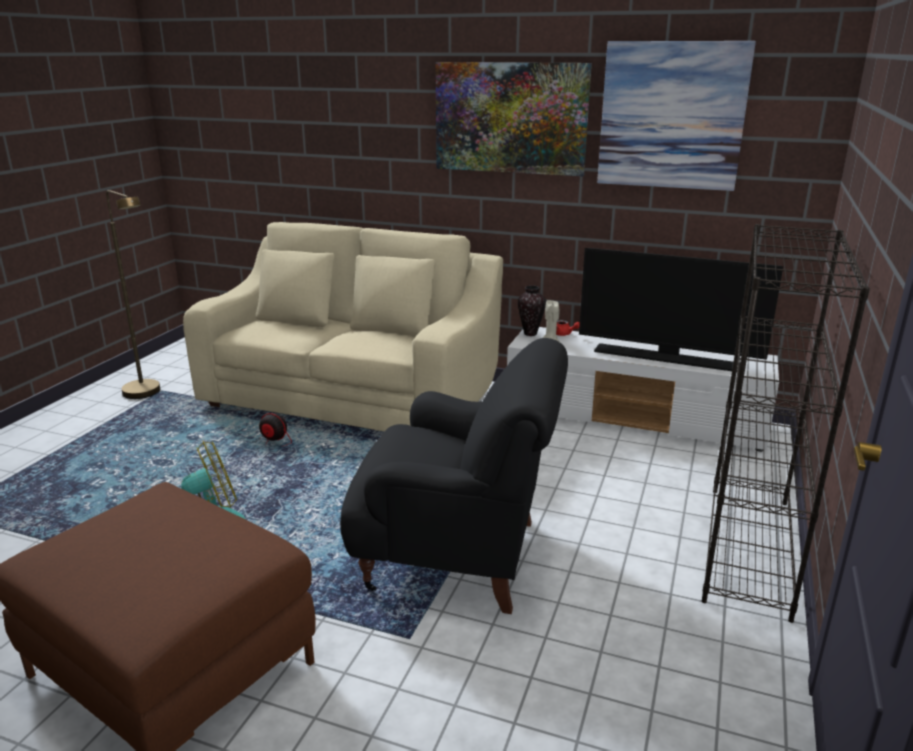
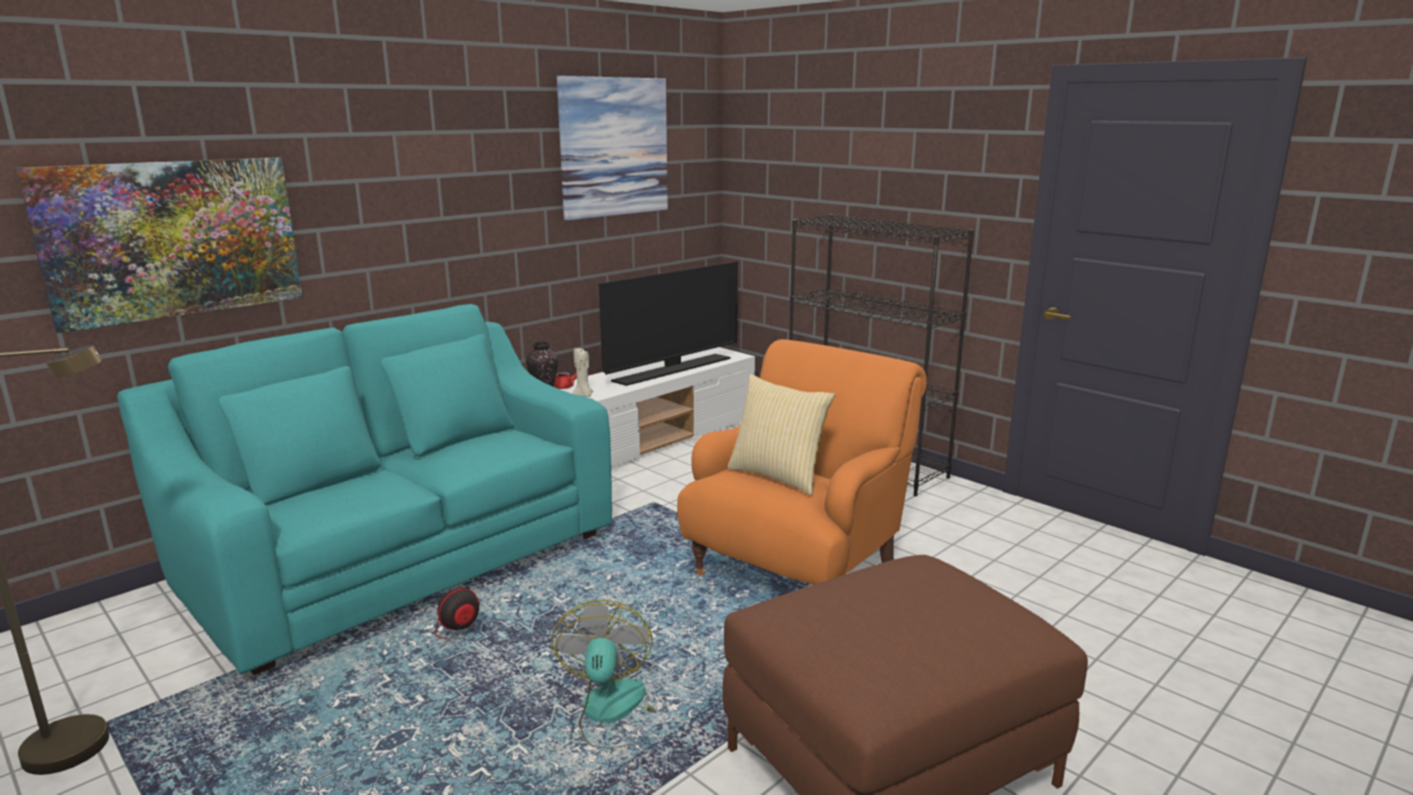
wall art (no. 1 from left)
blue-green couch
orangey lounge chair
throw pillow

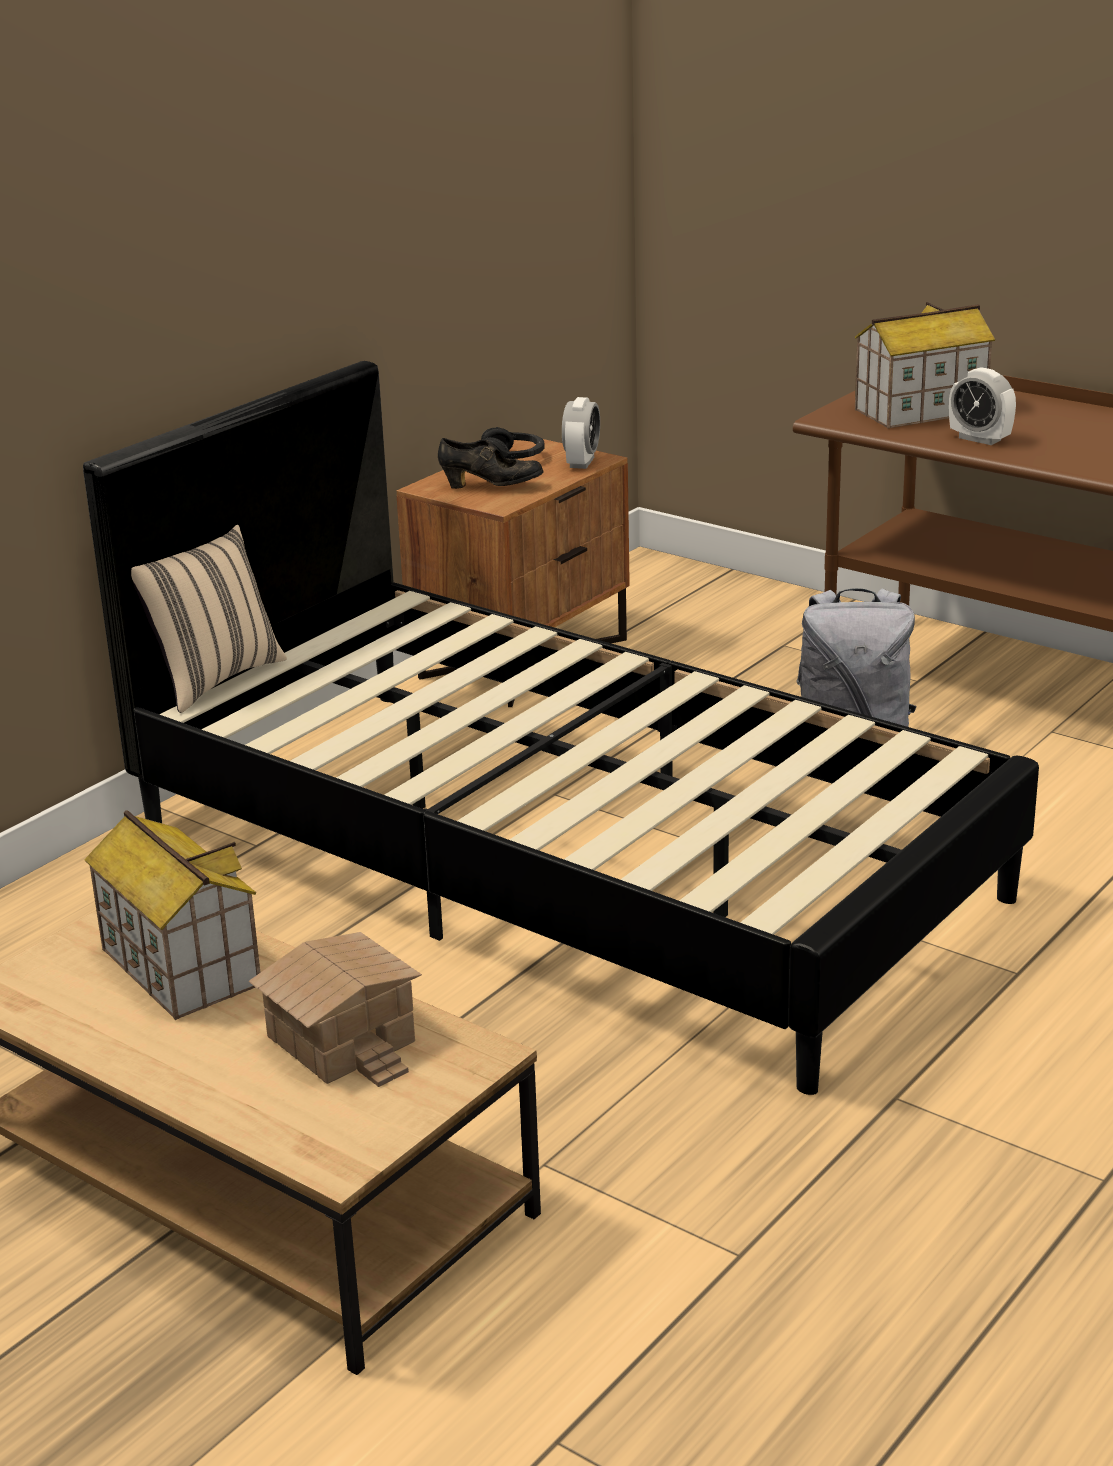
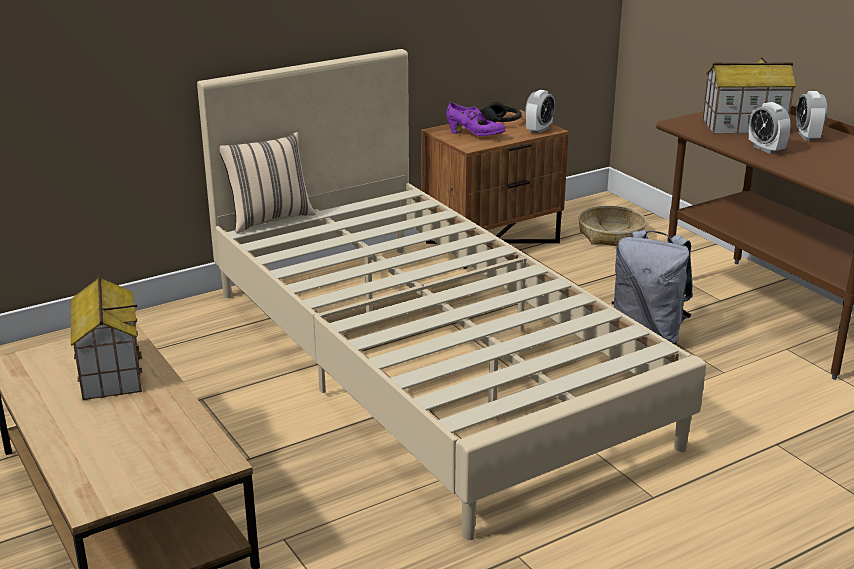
beige-coloured bedroom bed
purple item of footwear
miniature house (no. 2 from left in the first image)
table clock (no. 3 from left)
storage basket

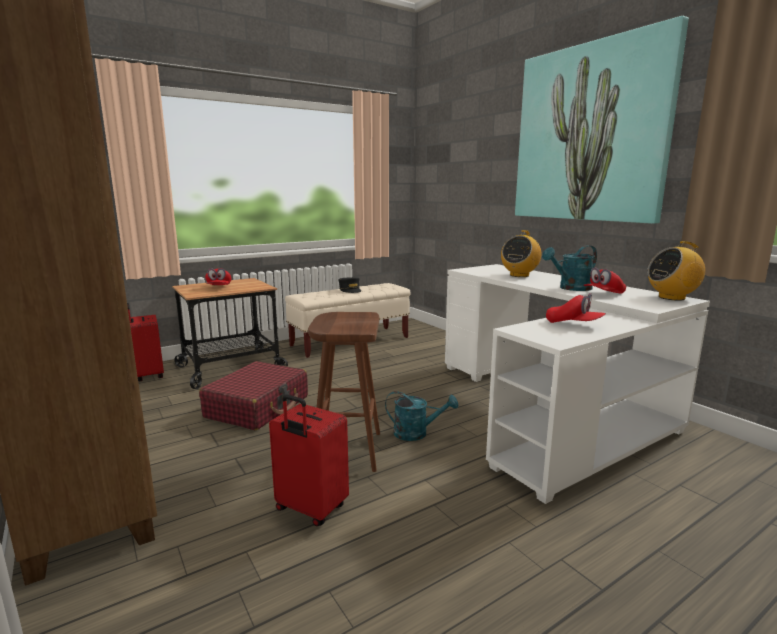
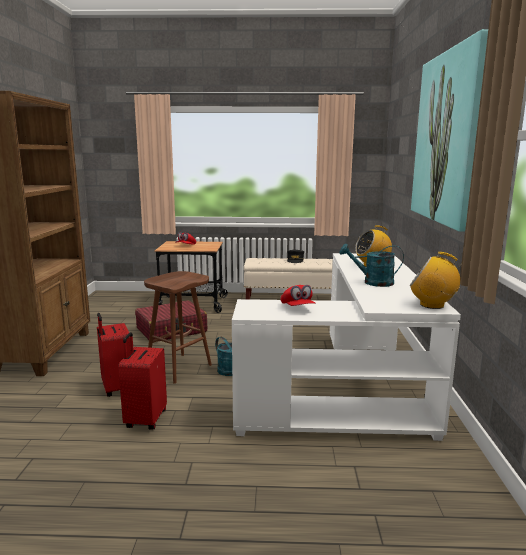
red baseball cap (no. 3 from left in the first image)
red piece of luggage (no. 2 from left)

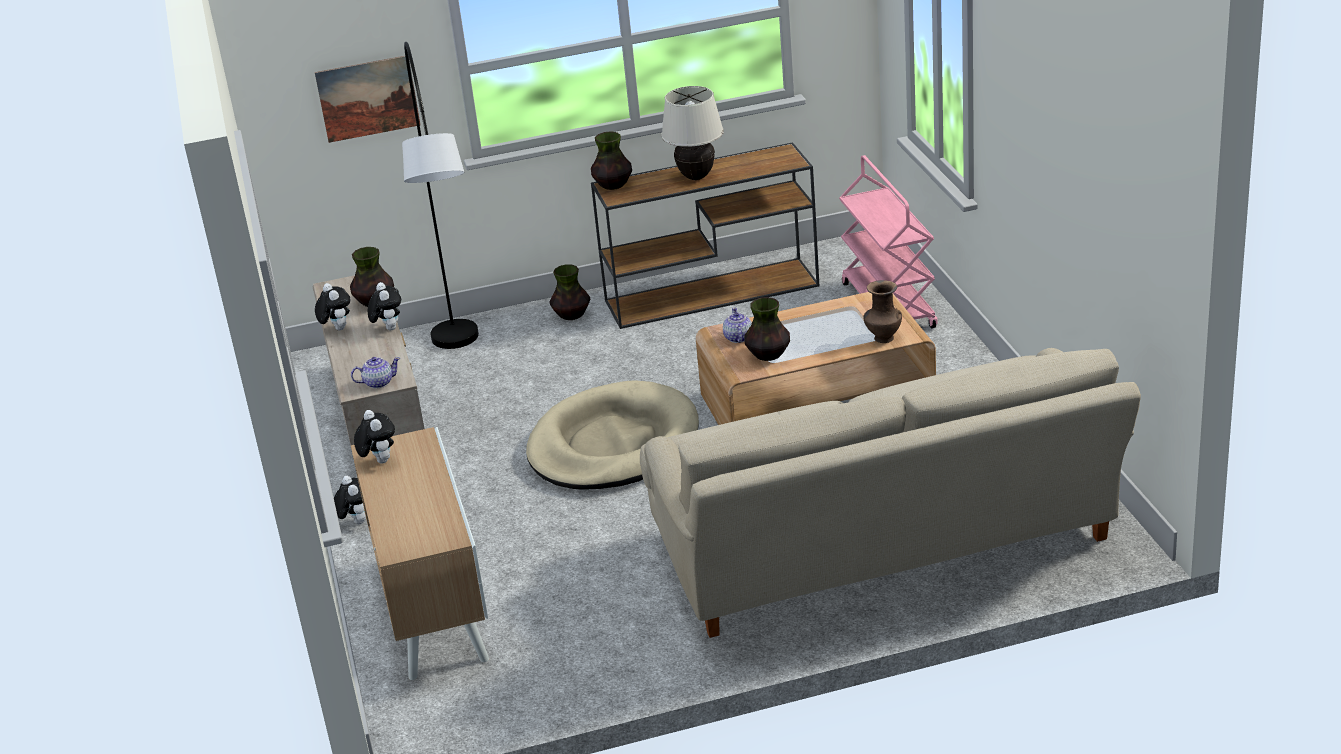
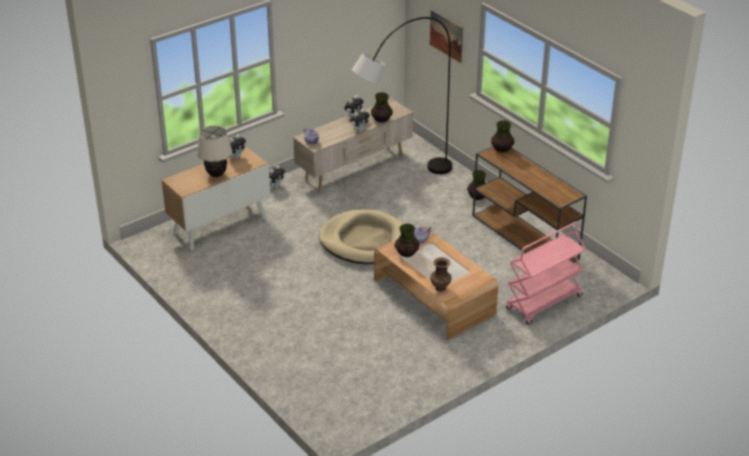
beige-coloured table lamp
beige-coloured couch

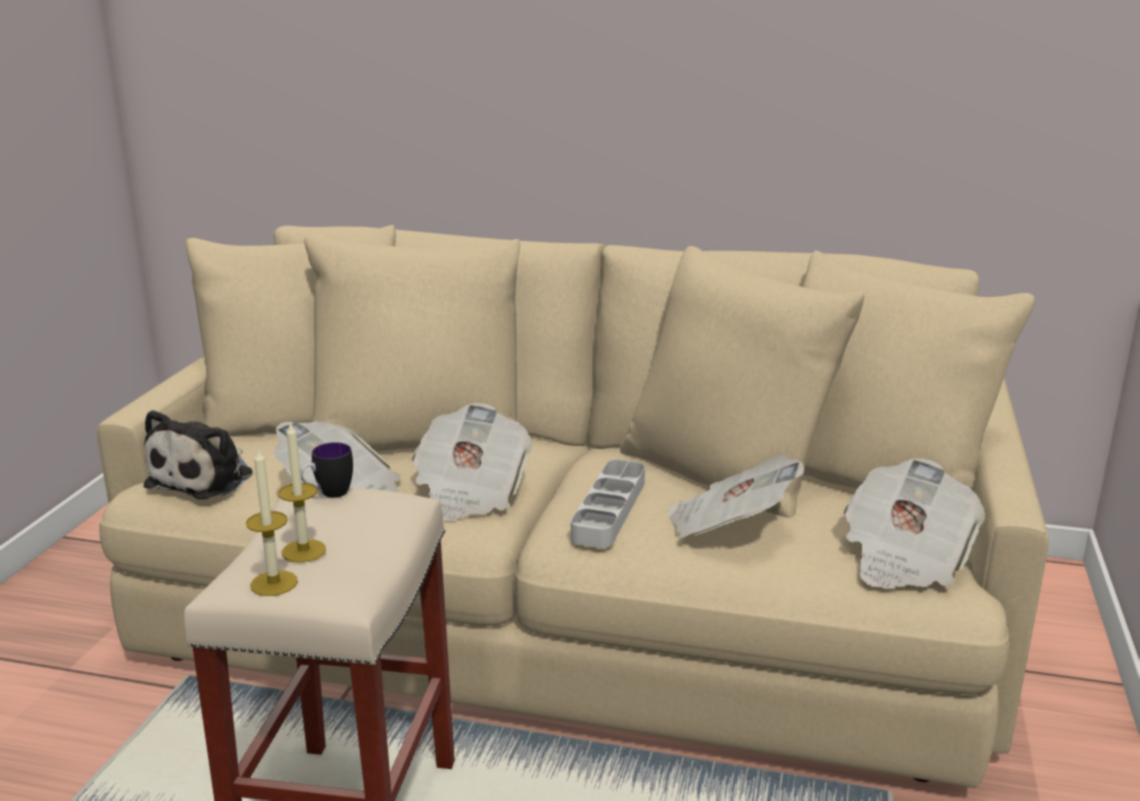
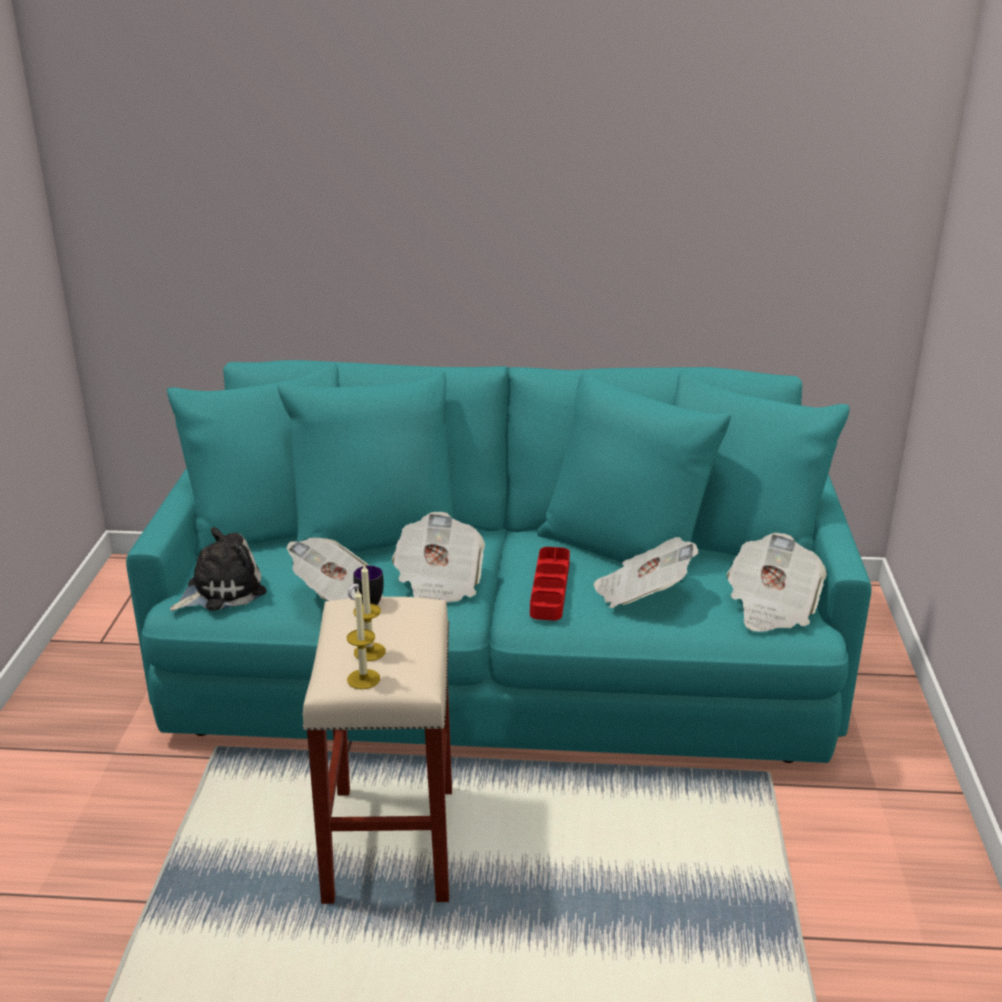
blue-green couch
plush toy
red carrying tray

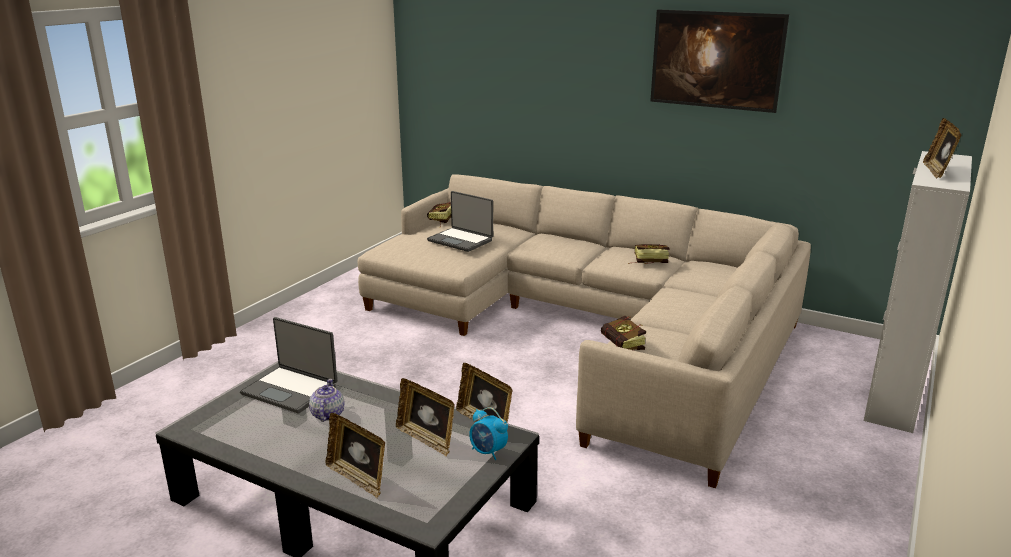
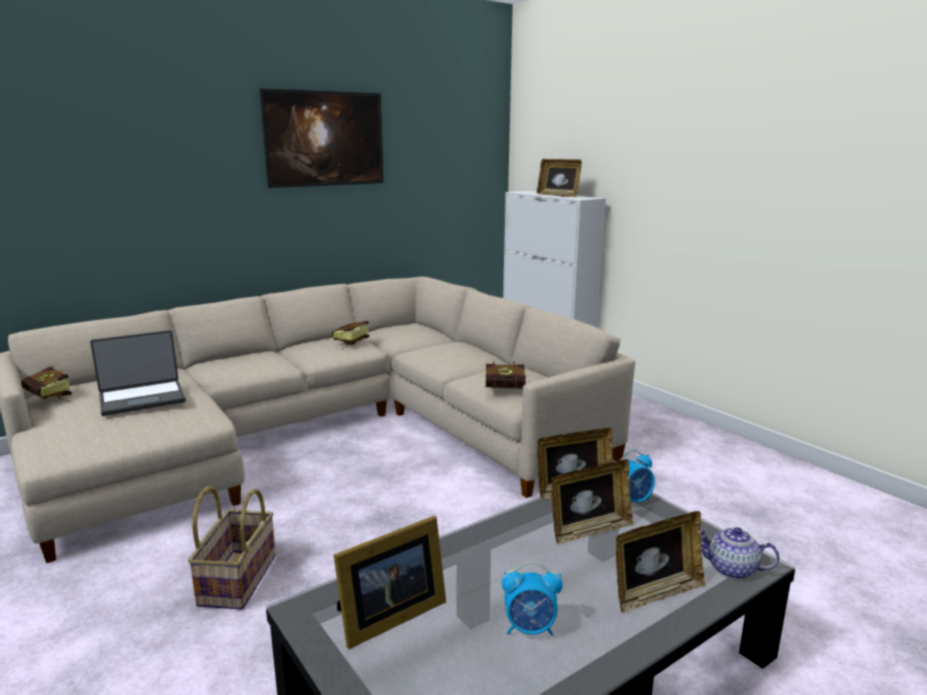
picture frame (no. 1 from left)
tea pot
storage basket
table clock (no. 1 from left)

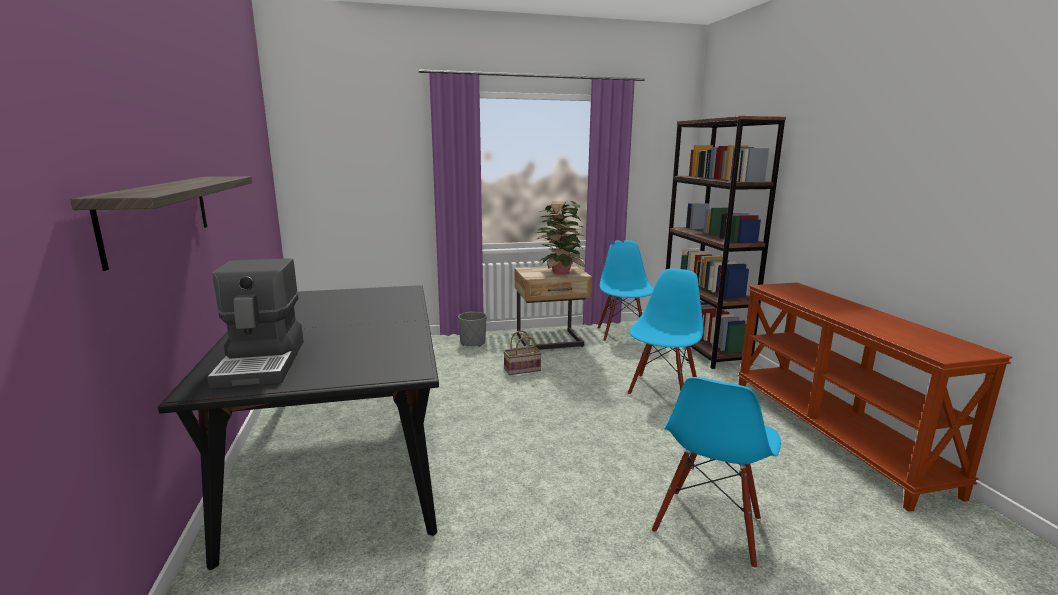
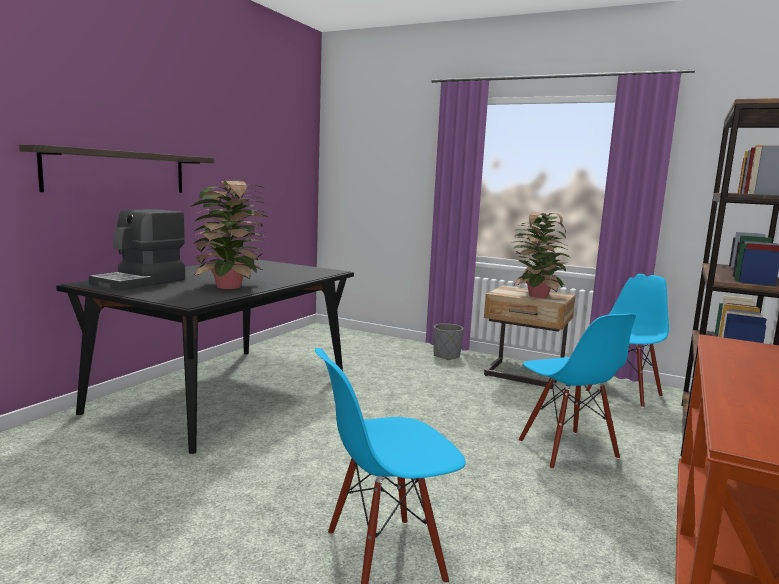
bluish upright chair (no. 2 from left)
storage basket
plant in a pot (no. 1 from left)

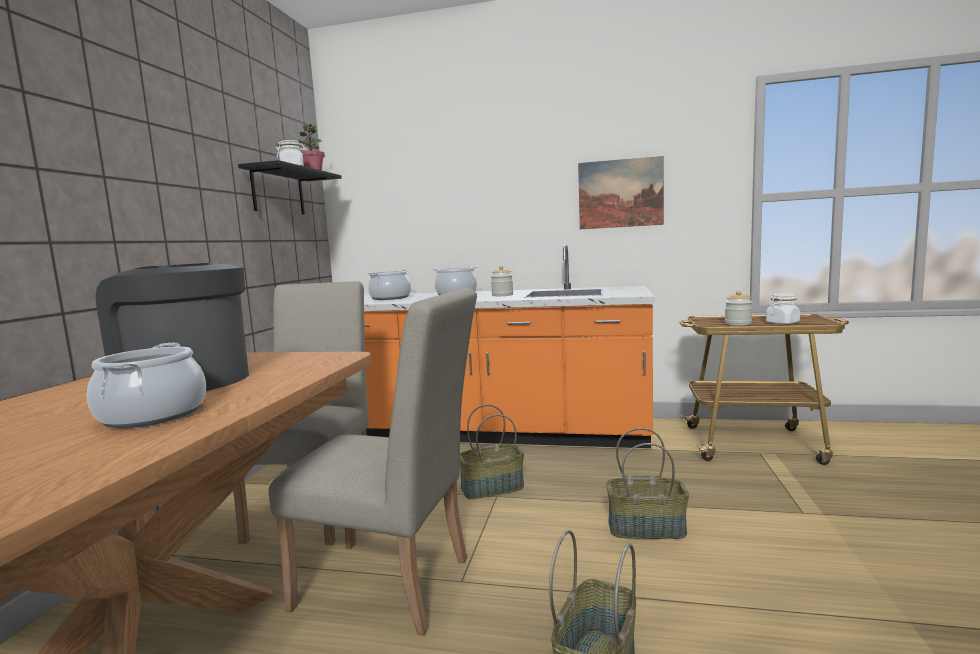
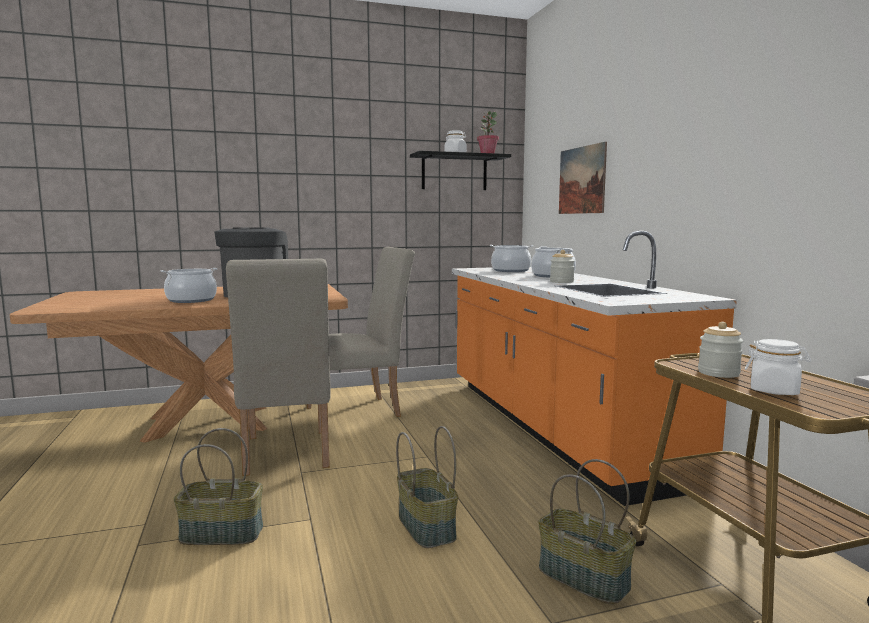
wall art
storage basket (no. 3 from left)

